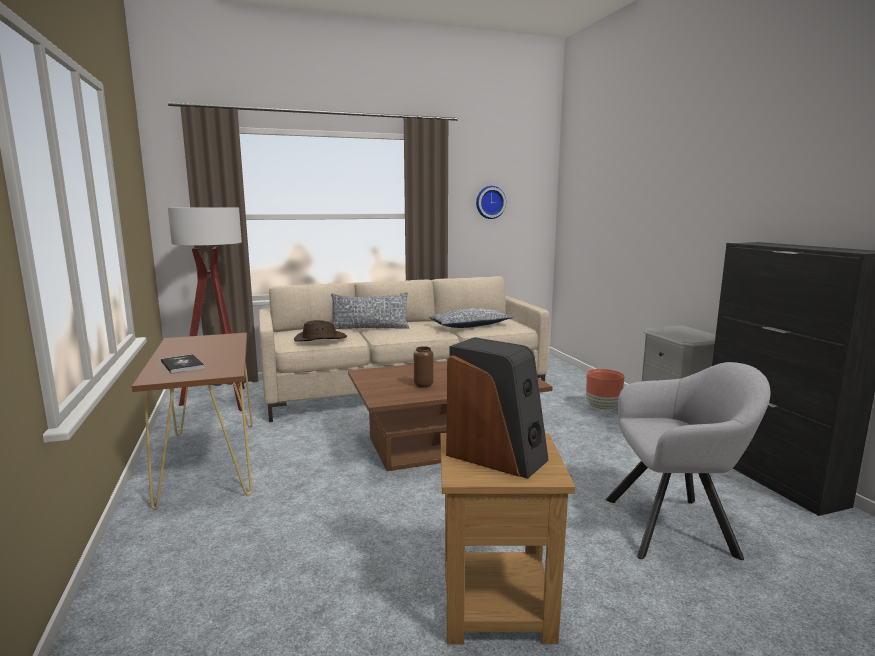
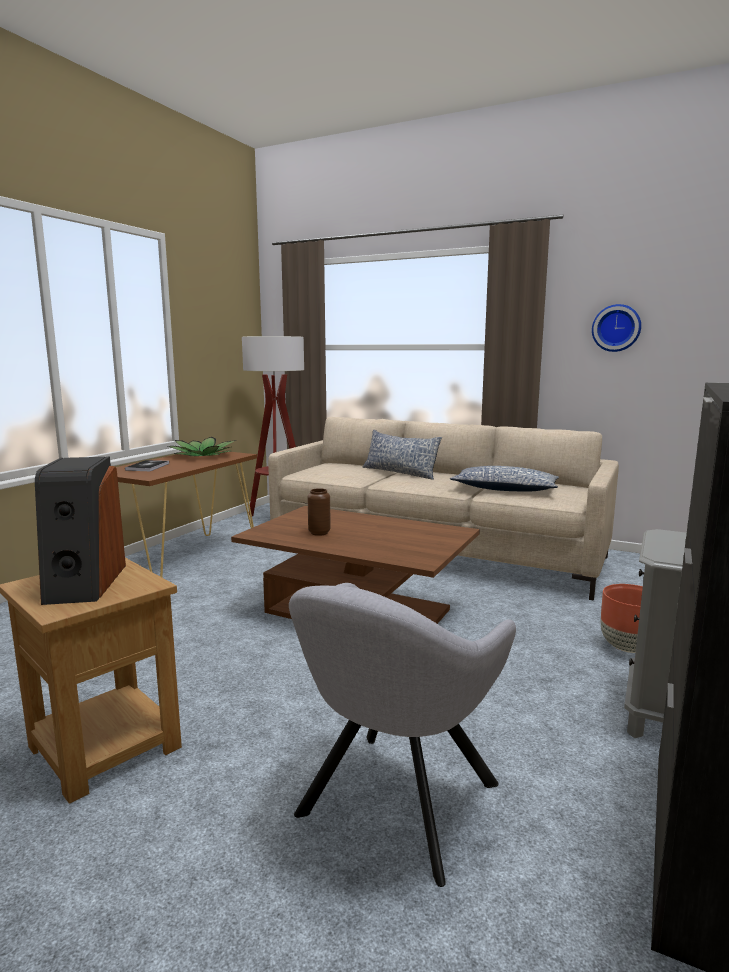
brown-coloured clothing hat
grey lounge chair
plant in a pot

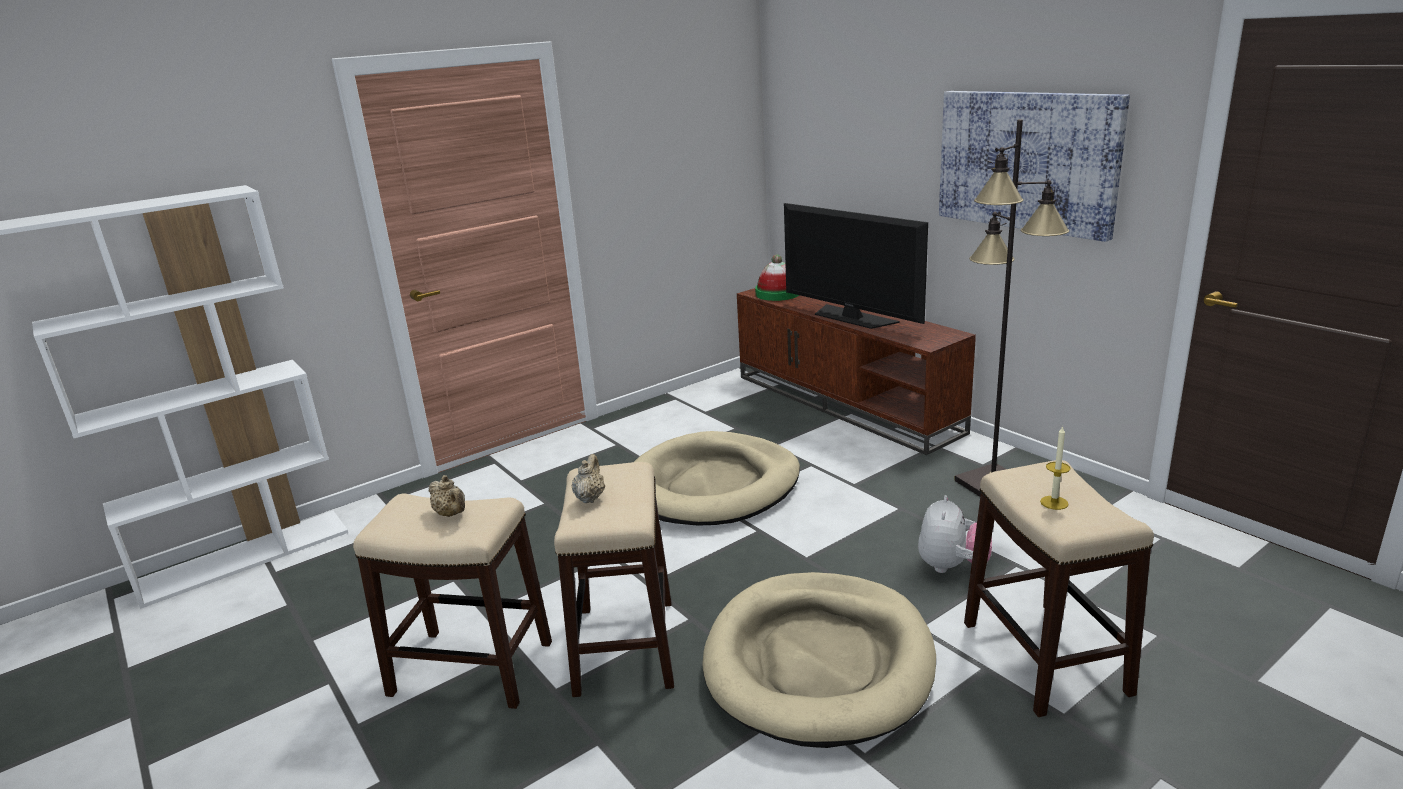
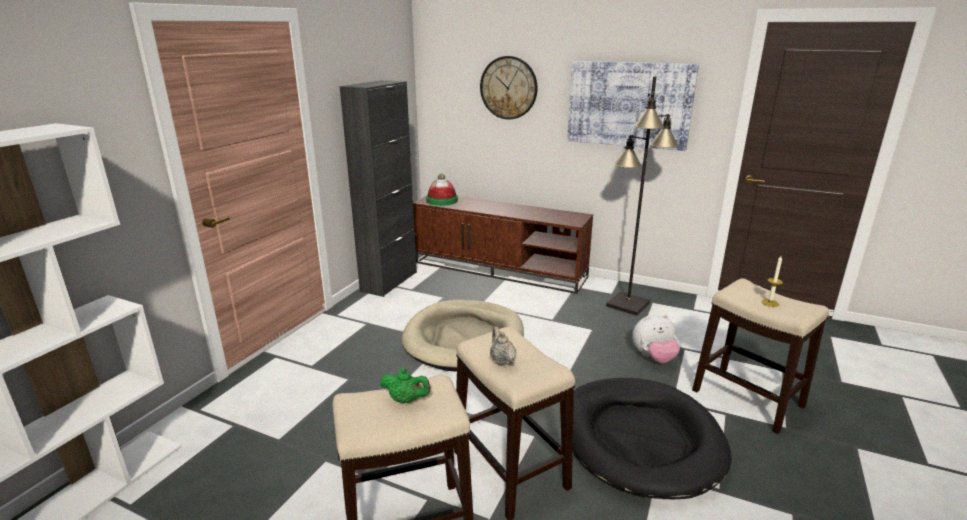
television
green tea pot
plush toy
black dog cushion
clock on the wall
black storage cabinet

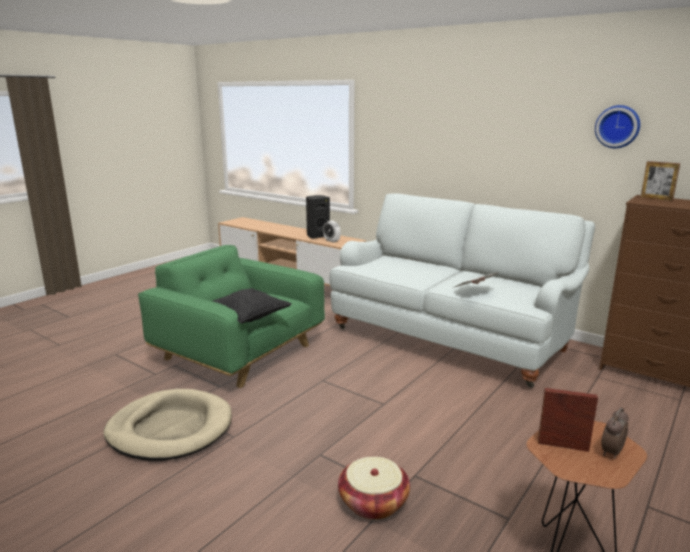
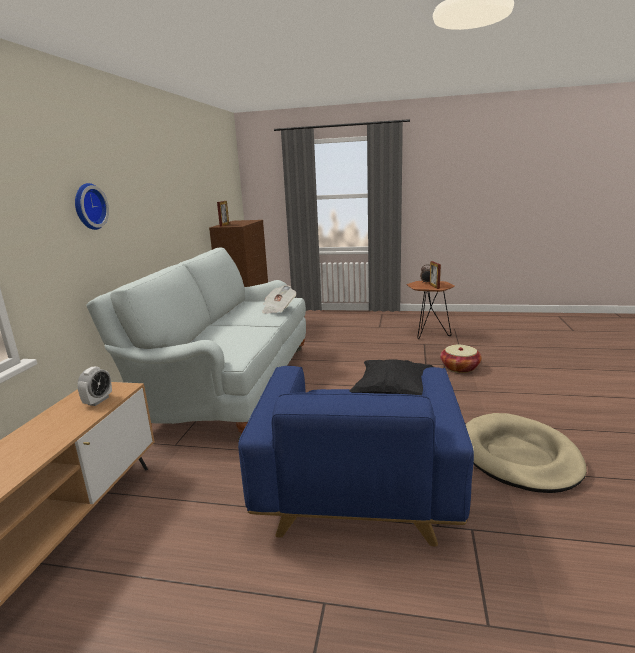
clock on the wall
black speaker
bluish lounge chair

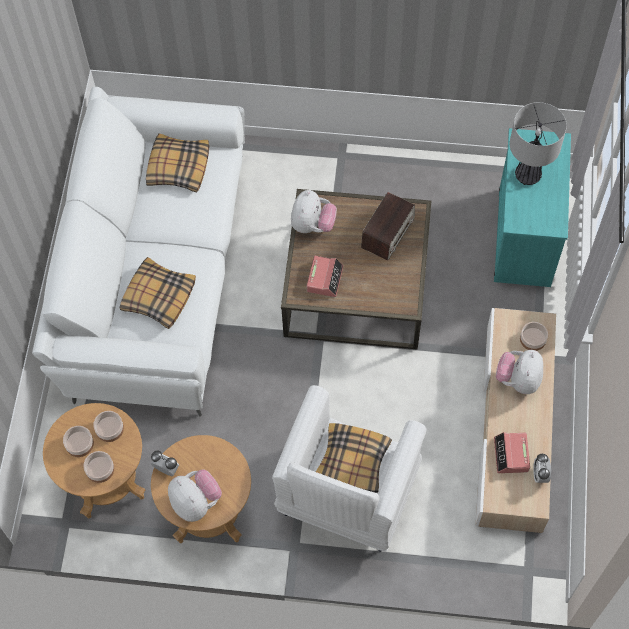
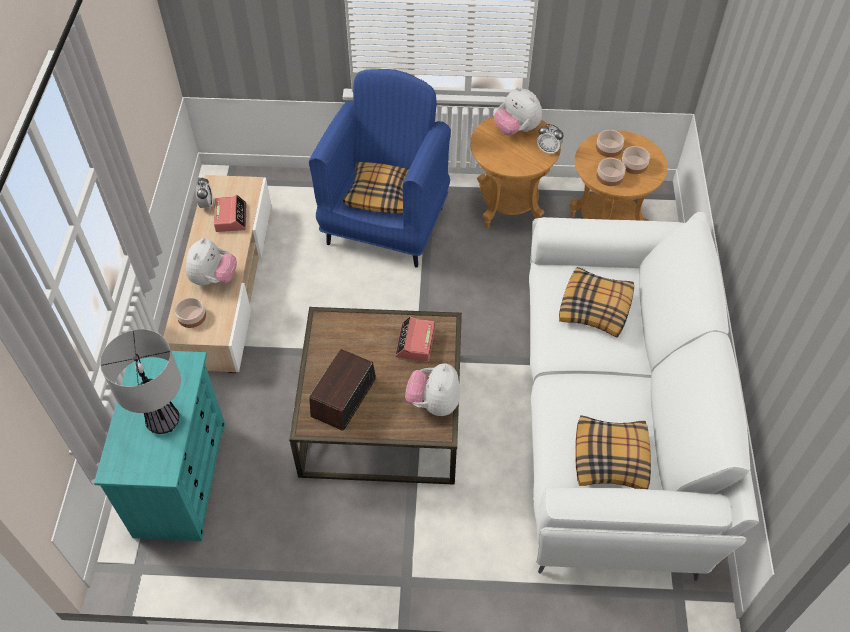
bluish lounge chair

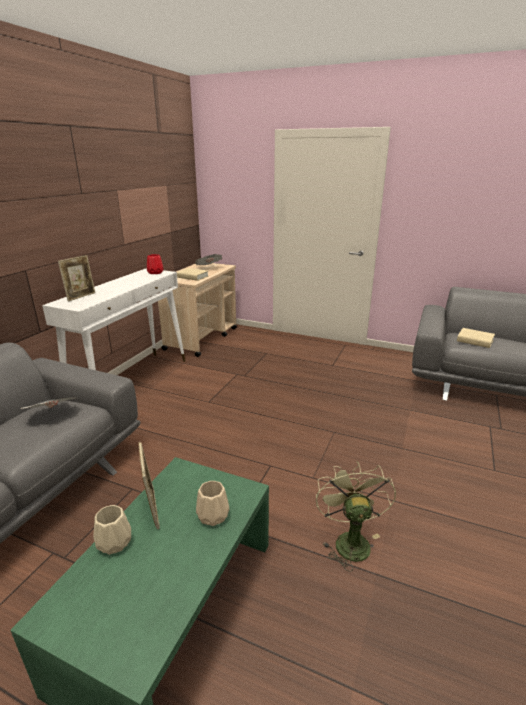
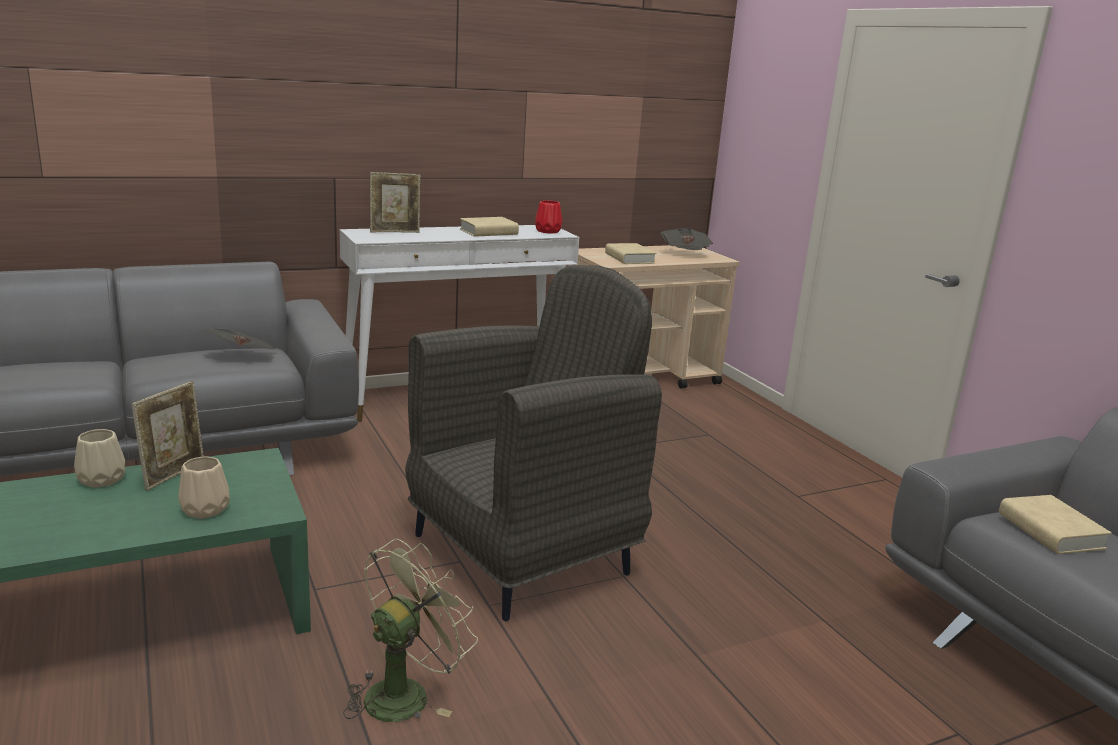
beige-coloured book (no. 1 from left)
grey lounge chair

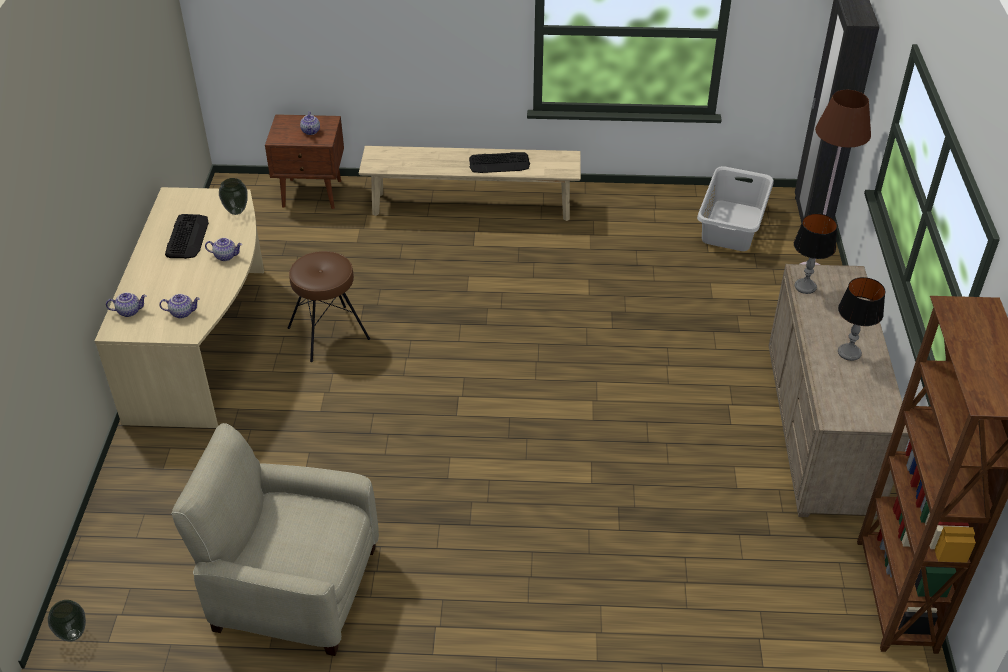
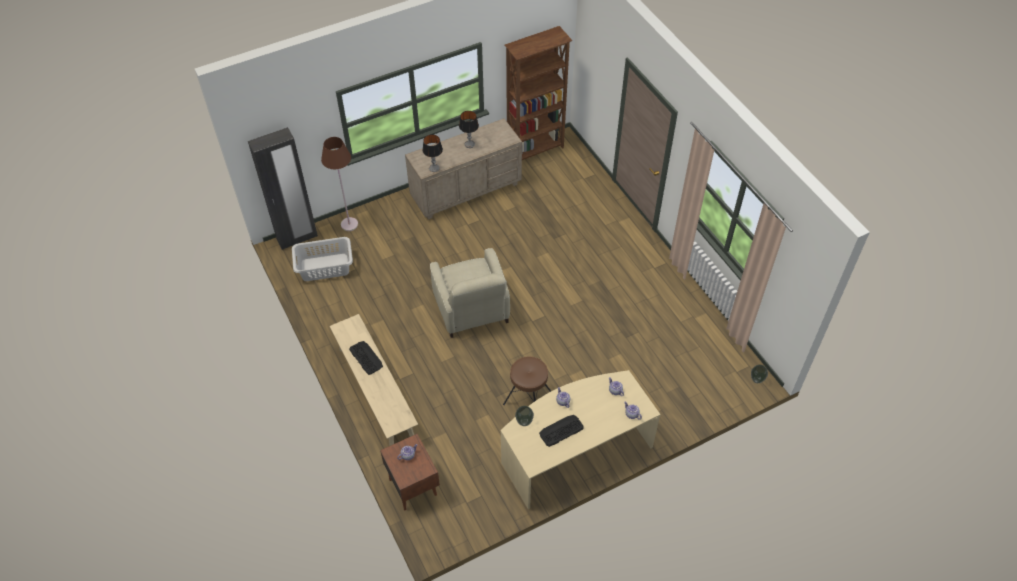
beige-coloured lounge chair

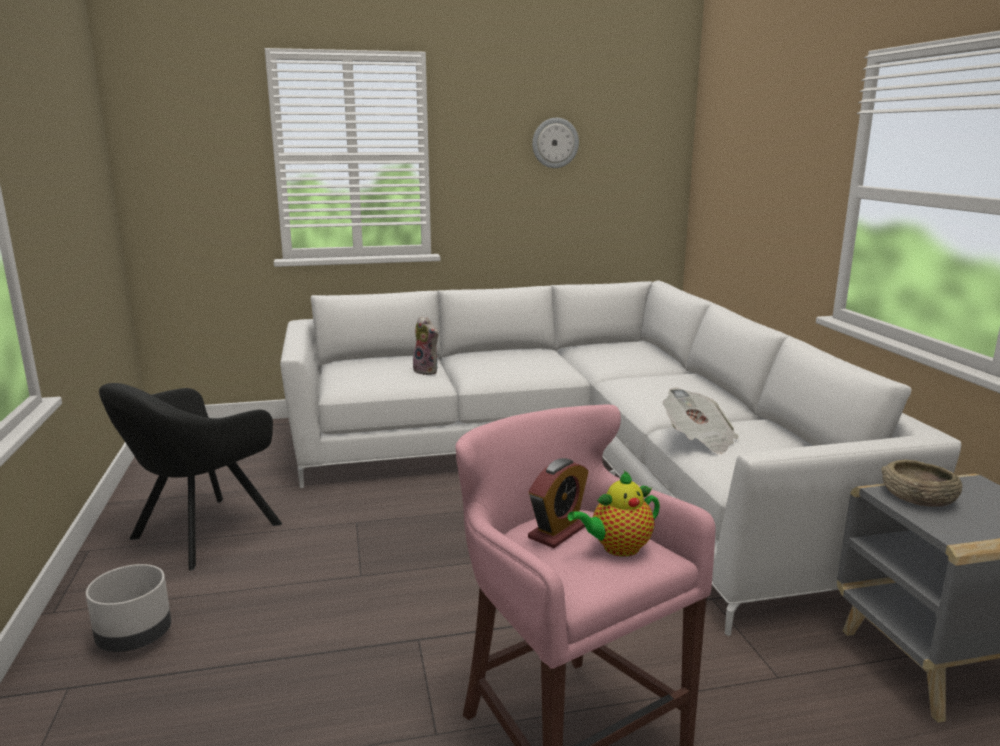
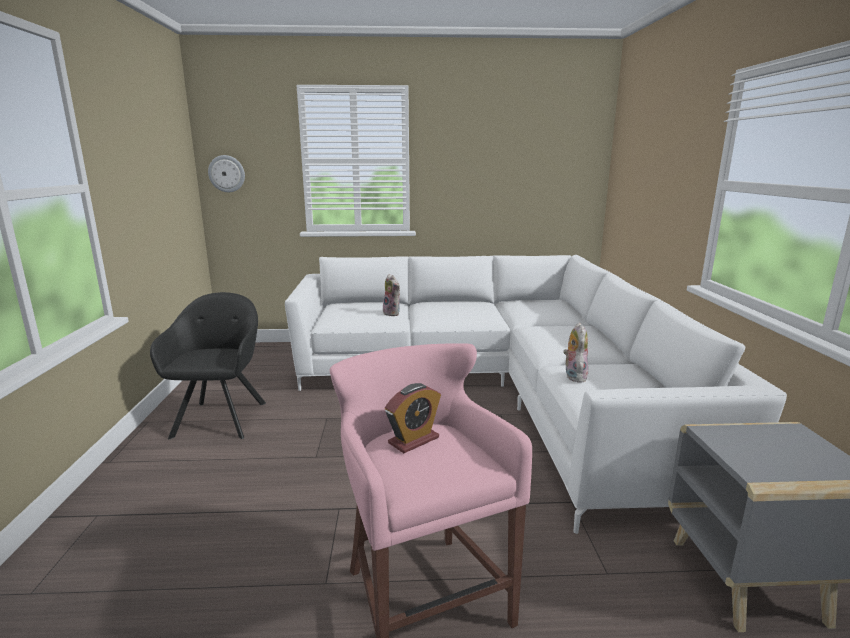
clock on the wall
black lounge chair
plush toy (no. 2 from left)
beige-coloured deep dish
tea pot
grey planter

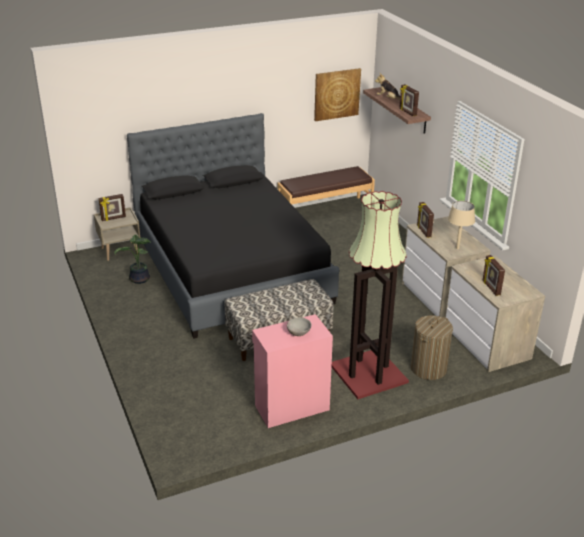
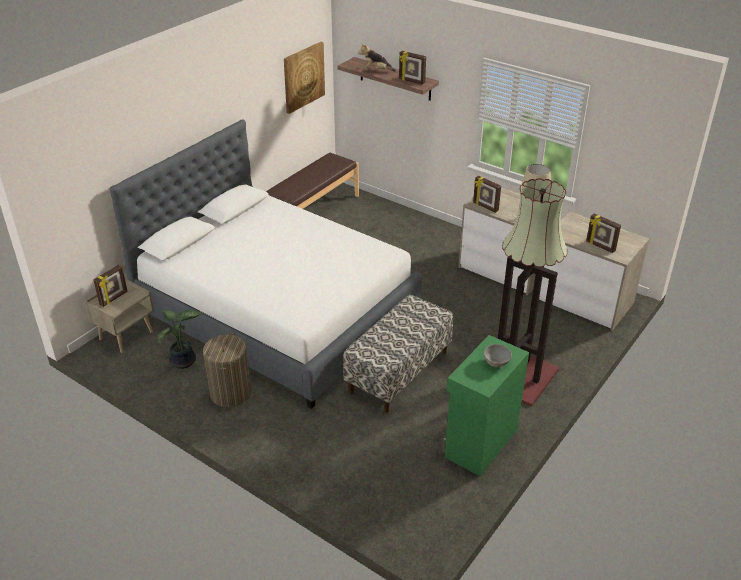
whitish bedroom bed
green storage cabinet
hamper

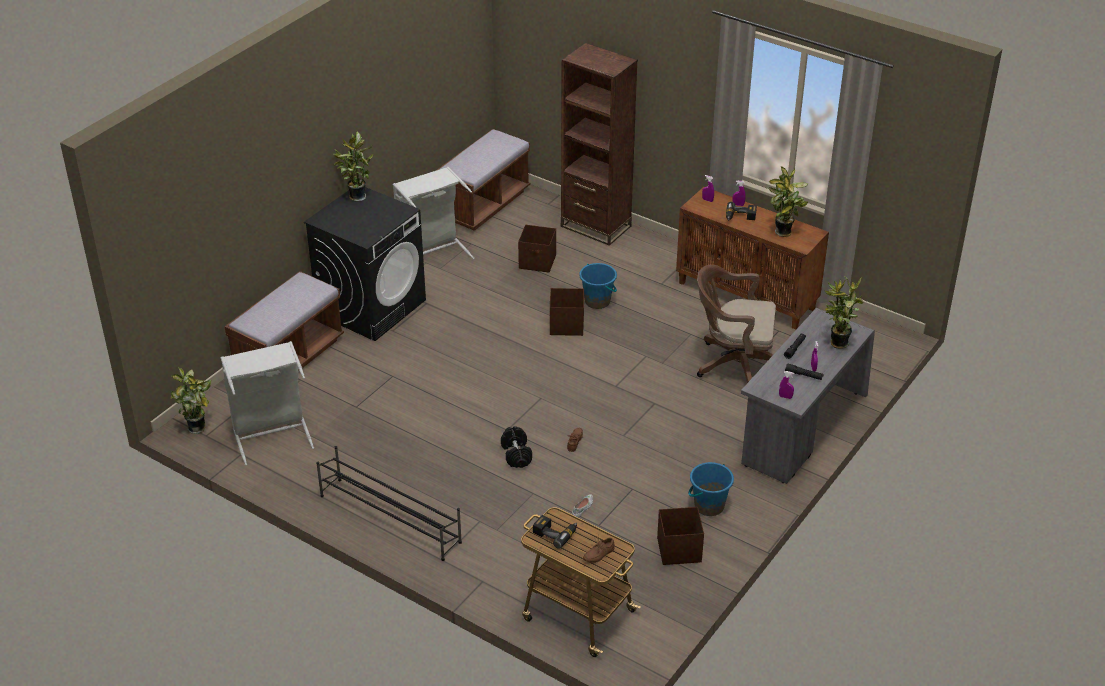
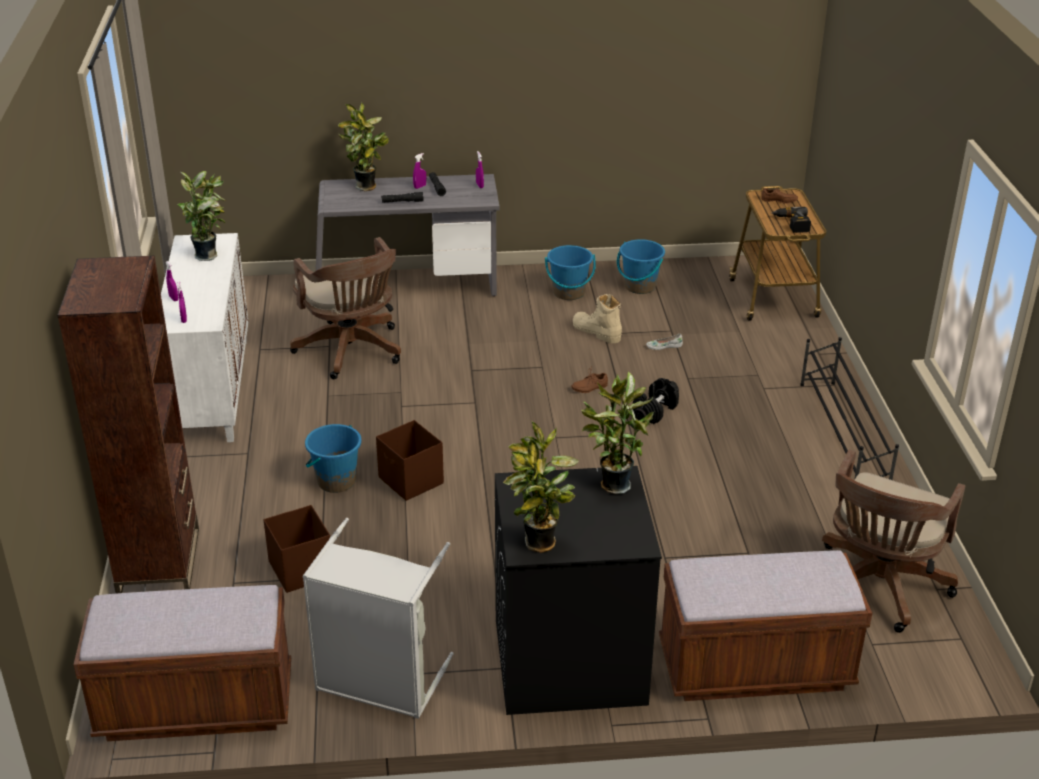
whitish storage cabinet
drill (no. 2 from left in the first image)
brown-coloured office chair (no. 2 from left)
plant in a pot (no. 4 from left)
bluish water bucket (no. 3 from left)
beige-coloured tall boot

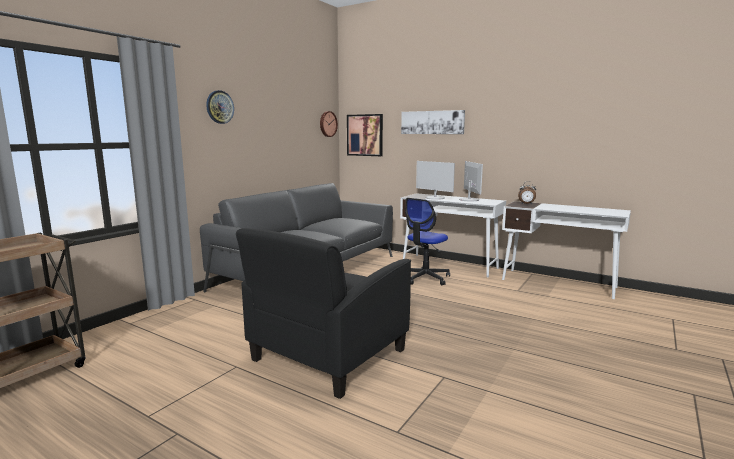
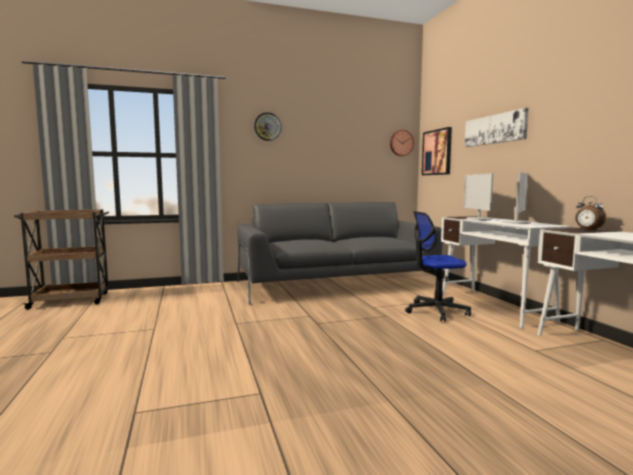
black lounge chair

